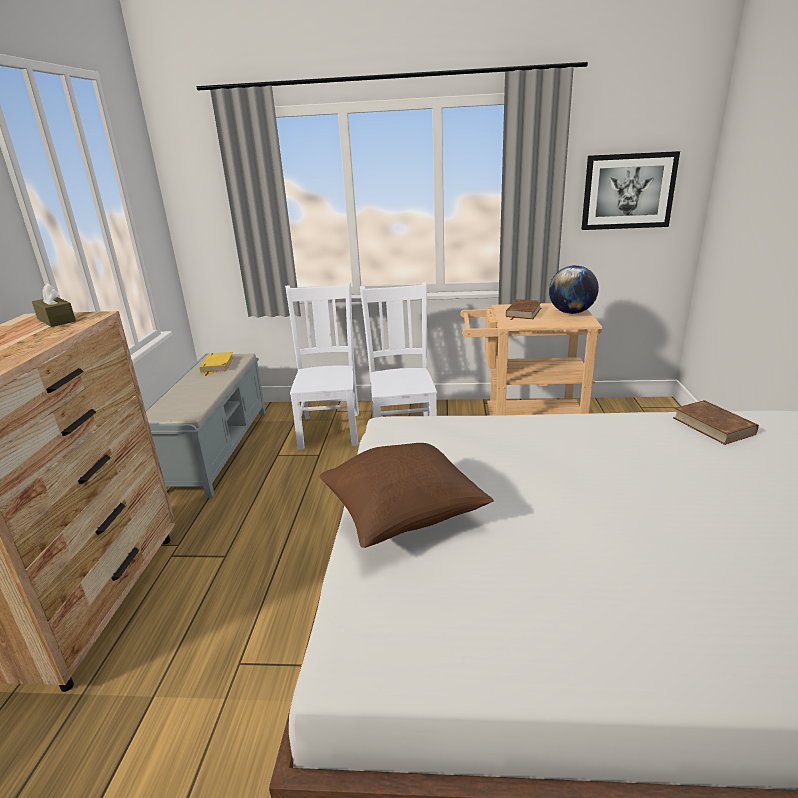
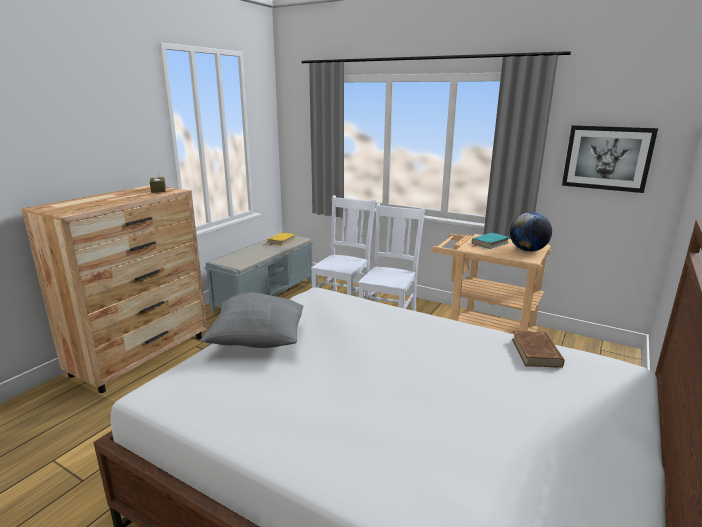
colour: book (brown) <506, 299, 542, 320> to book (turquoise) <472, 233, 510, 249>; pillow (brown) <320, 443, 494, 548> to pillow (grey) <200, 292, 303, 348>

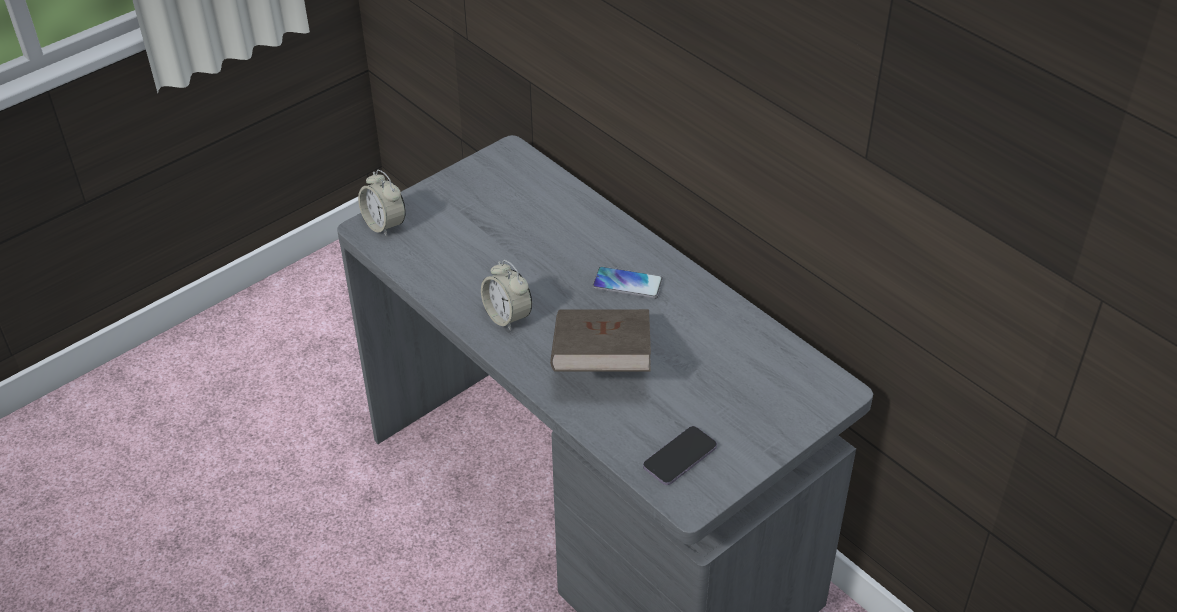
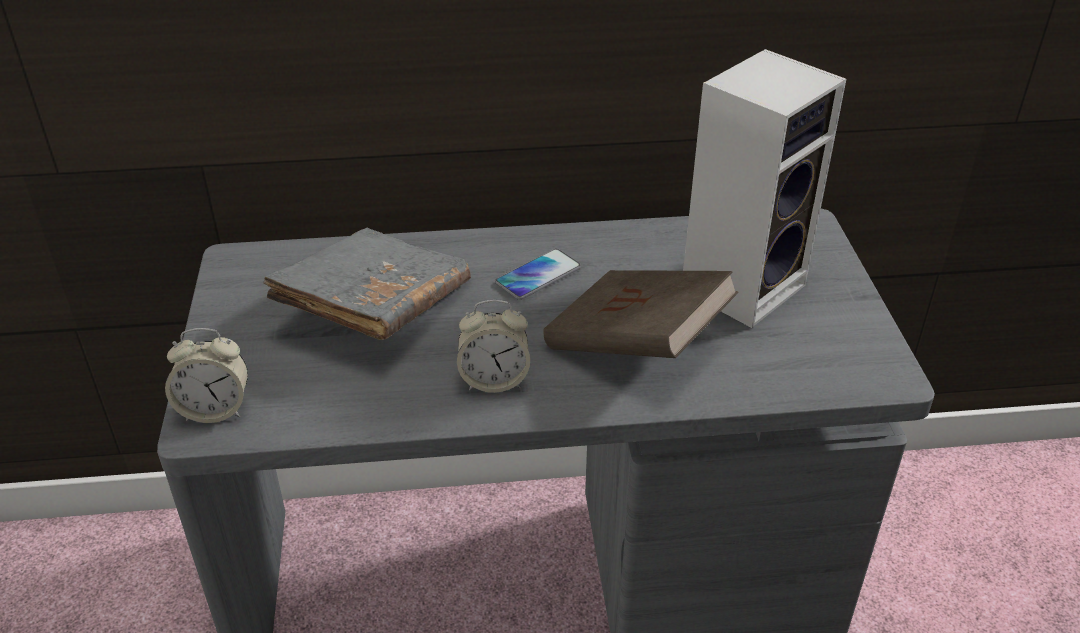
missing: phone <643, 426, 717, 485>
appeared: speaker <683, 49, 846, 328>; book (grey) <263, 228, 471, 340>

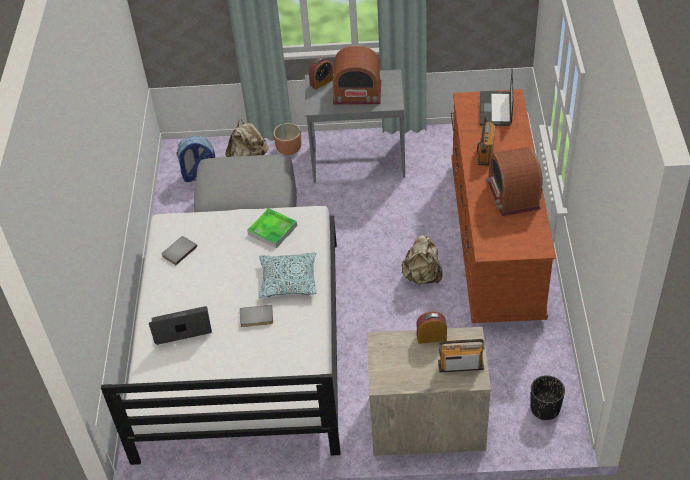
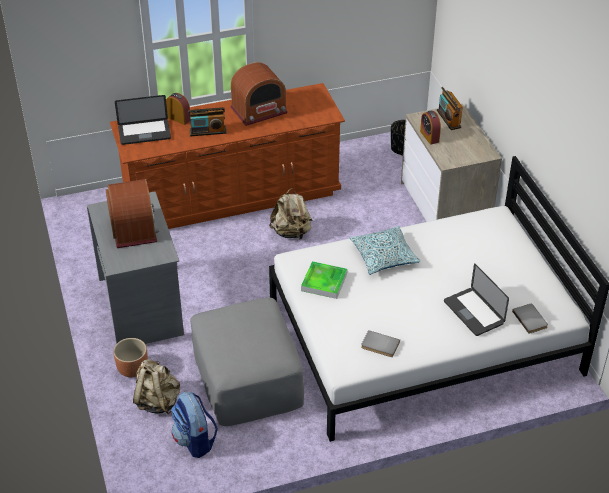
relocated: alarm clock <309, 57, 333, 90> to <166, 93, 190, 125>; book (grey) <240, 305, 273, 327> to <512, 304, 548, 334>

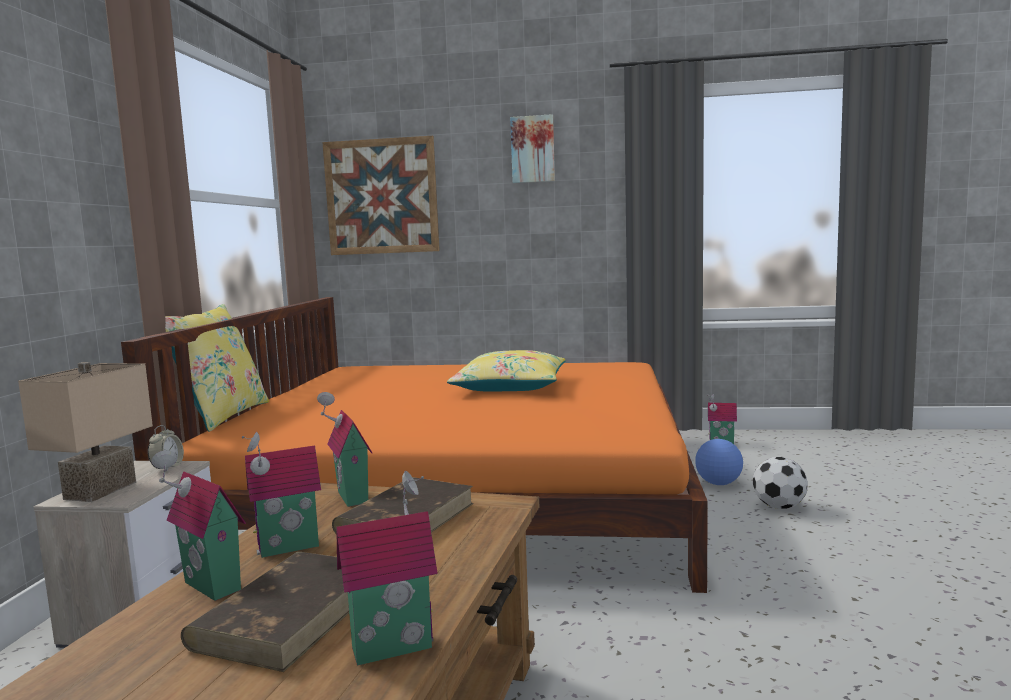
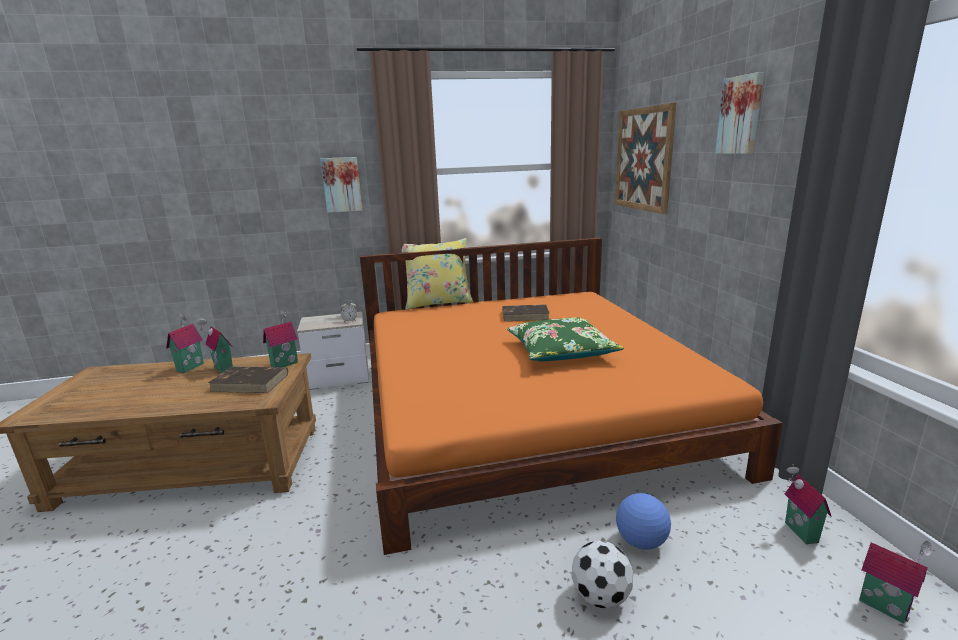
missing: table lamp (beige) <18, 362, 153, 502>
appeared: picture <320, 157, 362, 213>
relocated: toy house <336, 471, 438, 666> to <859, 541, 935, 624>; book (brown) <181, 552, 349, 672> to <503, 305, 550, 321>
colour: pillow (yellow) <447, 350, 566, 392> to pillow (green) <507, 318, 624, 361>

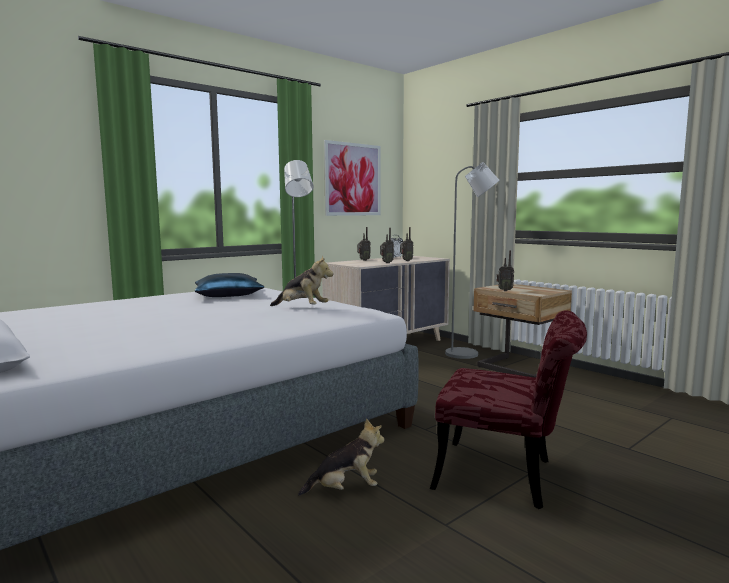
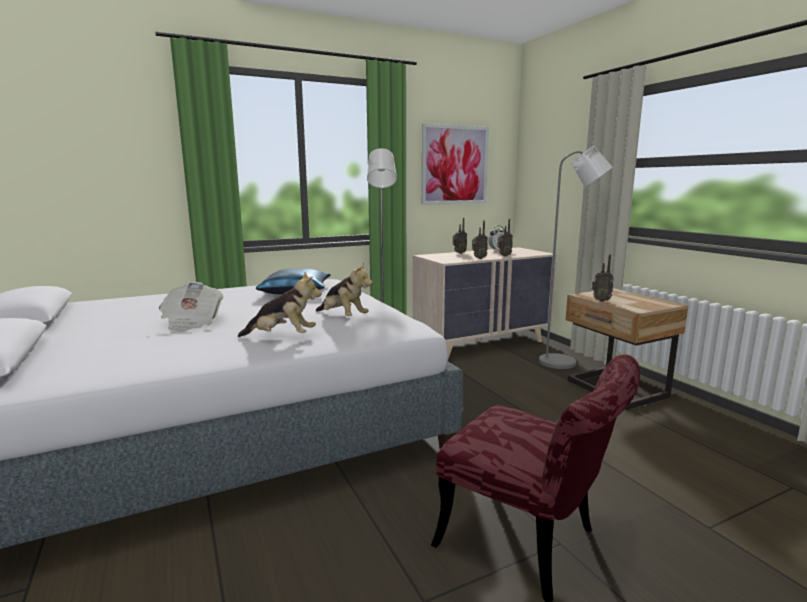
appeared: newspaper <159, 282, 223, 332>
relocated: plush toy <298, 418, 384, 496> to <238, 272, 322, 337>

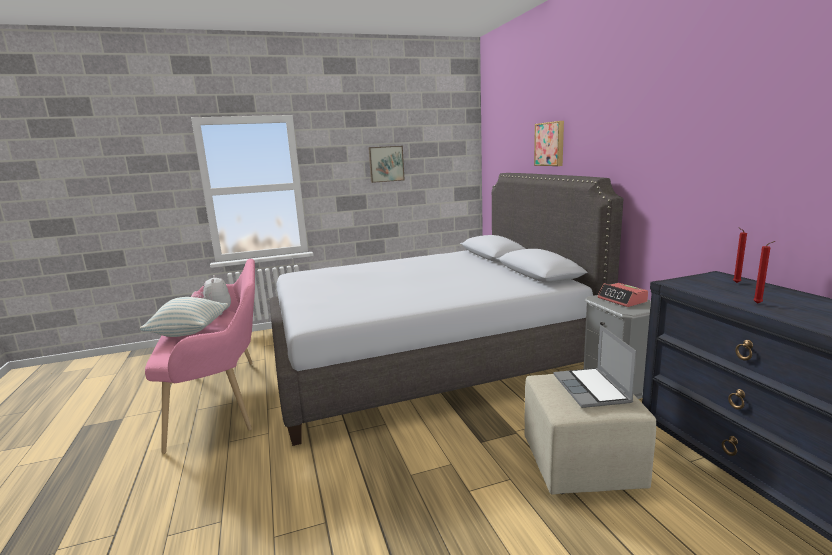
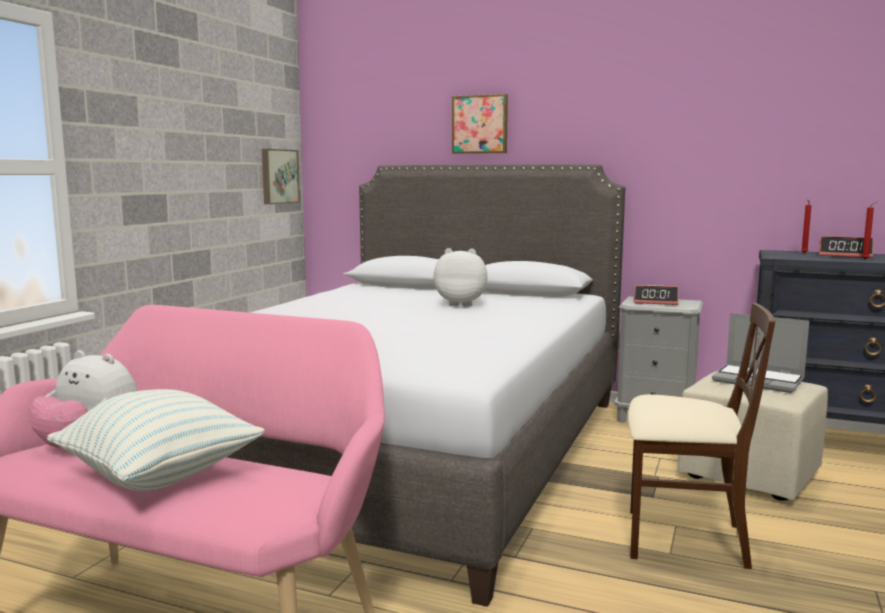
appeared: alarm clock <819, 236, 874, 258>; plush toy <434, 248, 487, 307>; chair (beige) <628, 303, 775, 569>
relocated: picture <368, 146, 405, 183> to <262, 149, 300, 204>

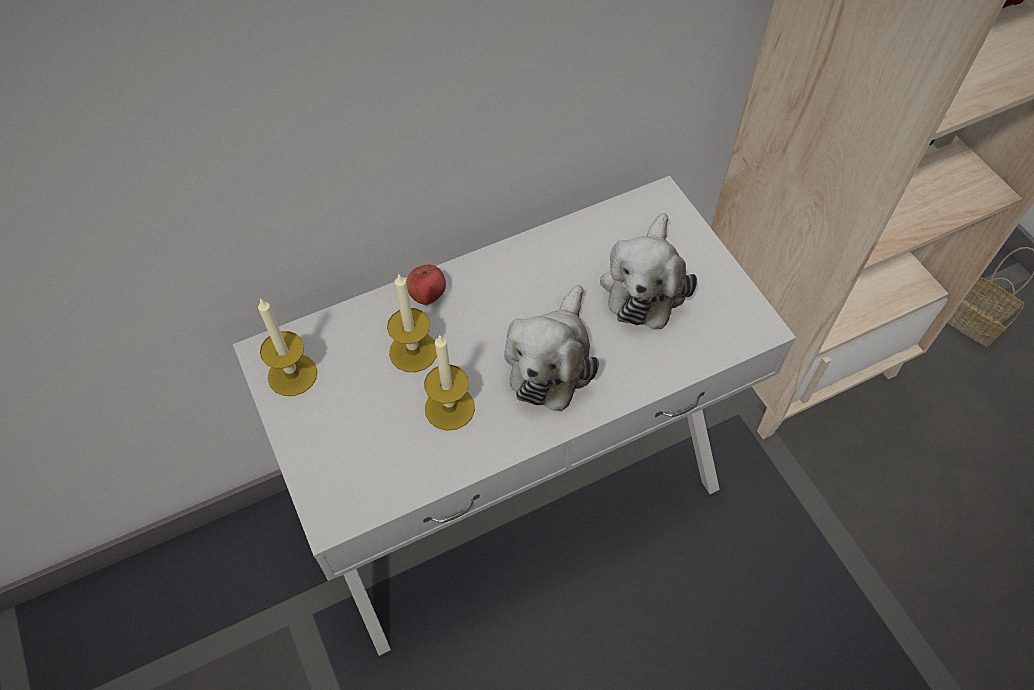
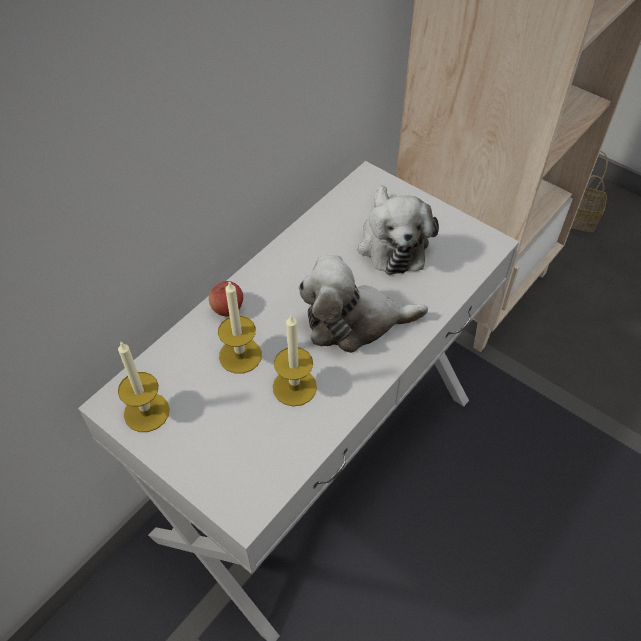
spun: plush toy <504, 285, 599, 412> = <298, 255, 428, 353> 90 degrees clockwise

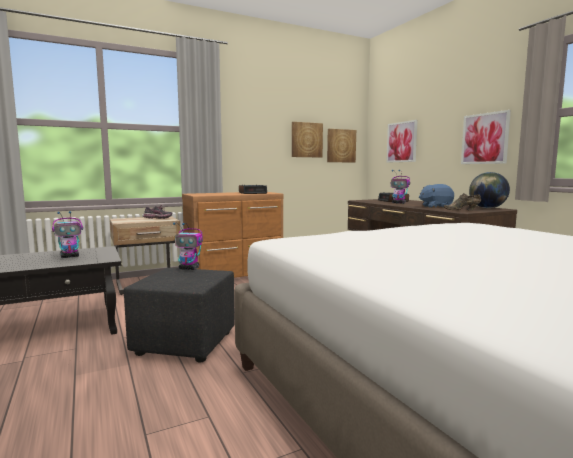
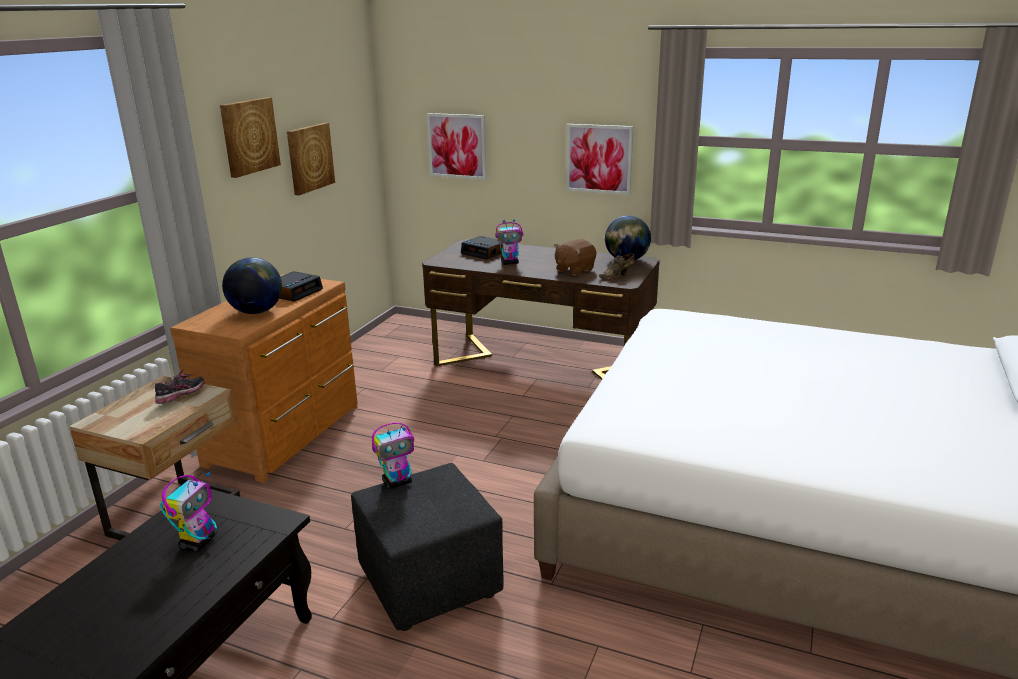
appeared: globe <222, 257, 282, 314>
relocated: picture <327, 129, 356, 162> to <220, 97, 281, 178>
colour: plush toy (blue) <419, 184, 454, 208> to plush toy (brown) <554, 239, 596, 276>

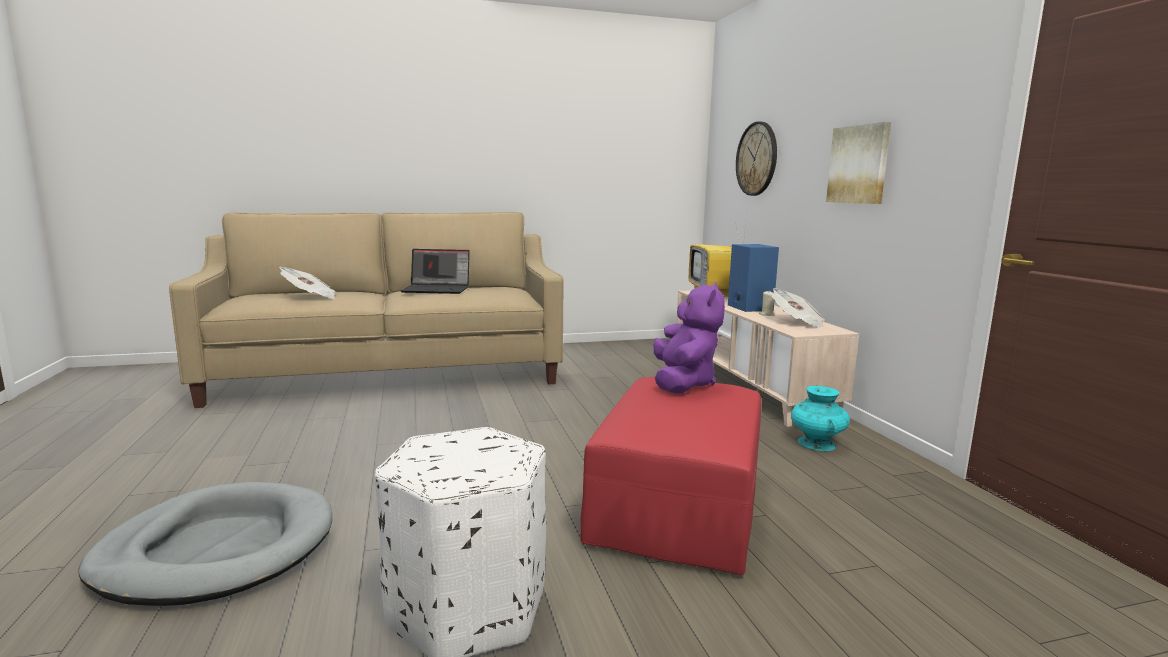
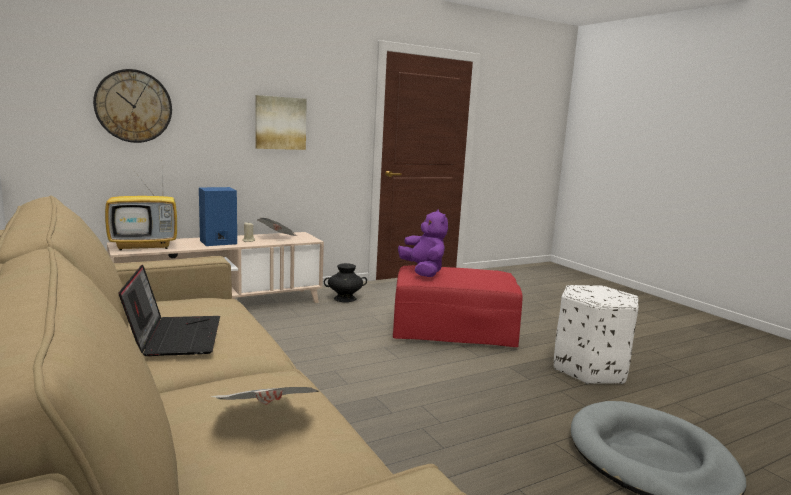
colour: vase (turquoise) <791, 386, 850, 451> to vase (black) <324, 263, 367, 302>
spun: plush toy (purple) <653, 282, 725, 393> = <398, 210, 448, 277> 75 degrees clockwise

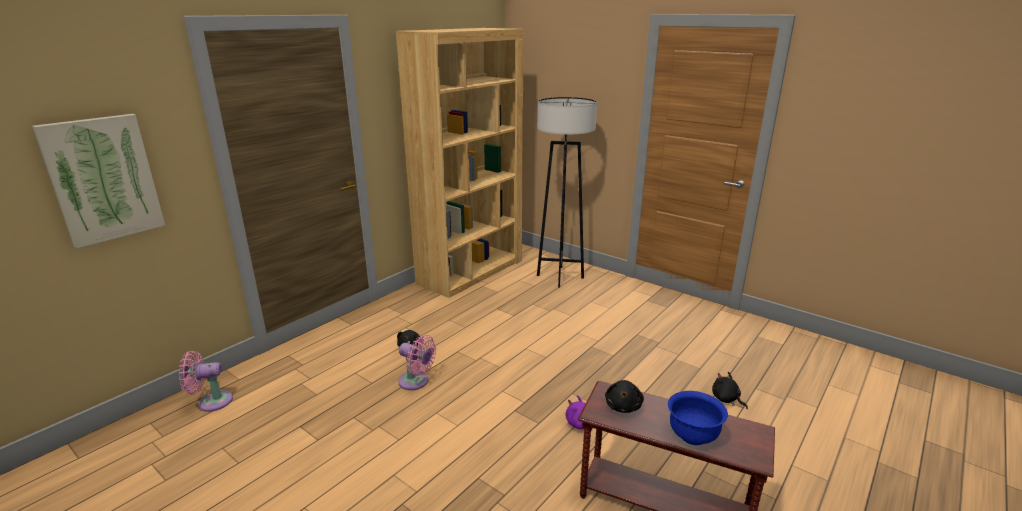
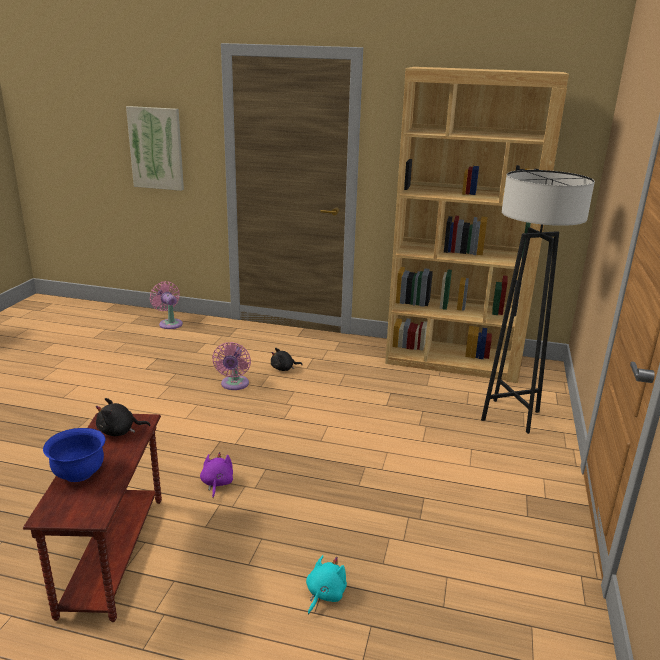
colour: plush toy (black) <712, 372, 748, 409> to plush toy (turquoise) <306, 555, 347, 615>

